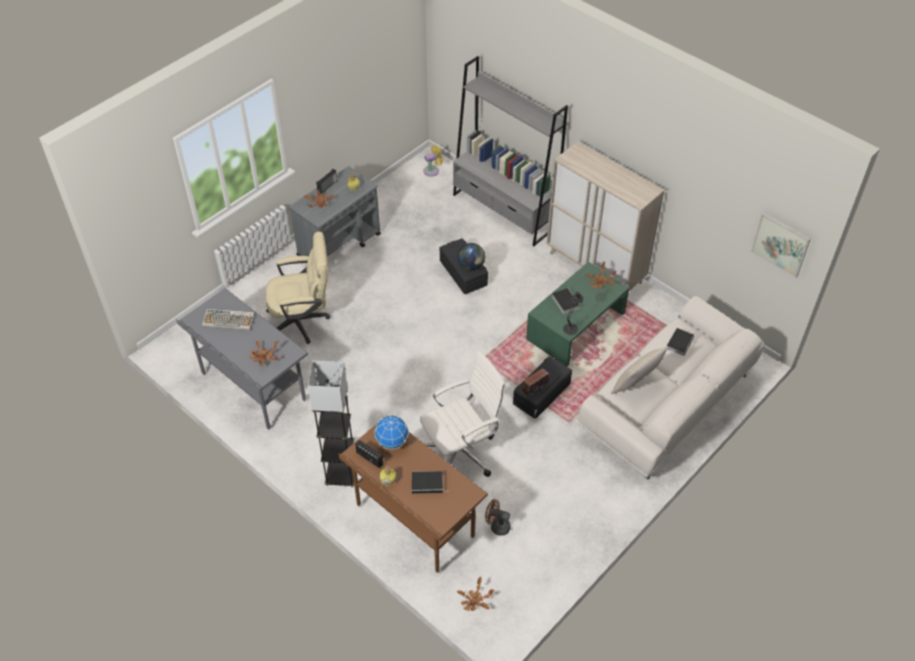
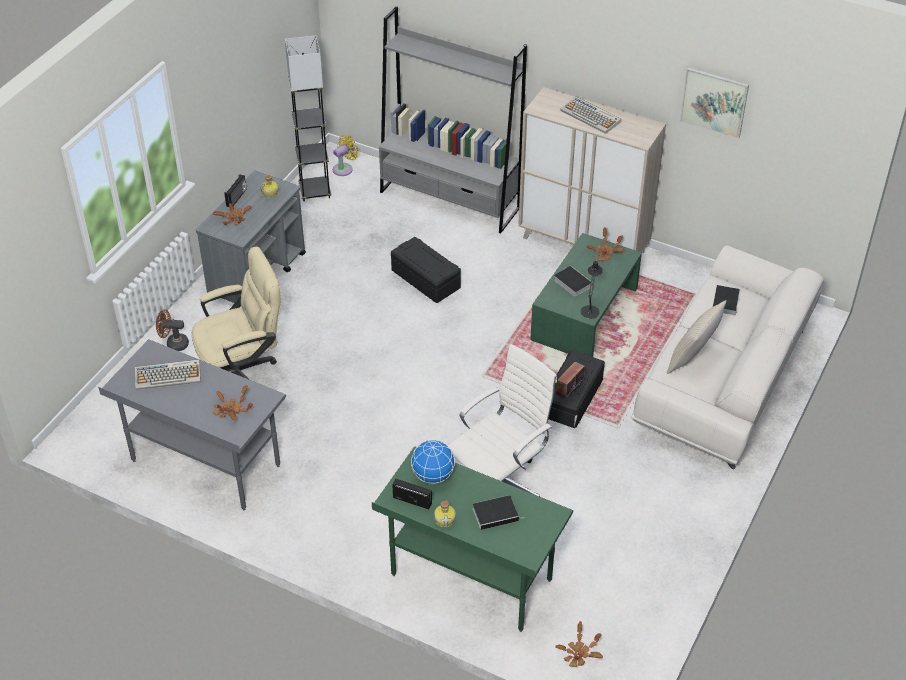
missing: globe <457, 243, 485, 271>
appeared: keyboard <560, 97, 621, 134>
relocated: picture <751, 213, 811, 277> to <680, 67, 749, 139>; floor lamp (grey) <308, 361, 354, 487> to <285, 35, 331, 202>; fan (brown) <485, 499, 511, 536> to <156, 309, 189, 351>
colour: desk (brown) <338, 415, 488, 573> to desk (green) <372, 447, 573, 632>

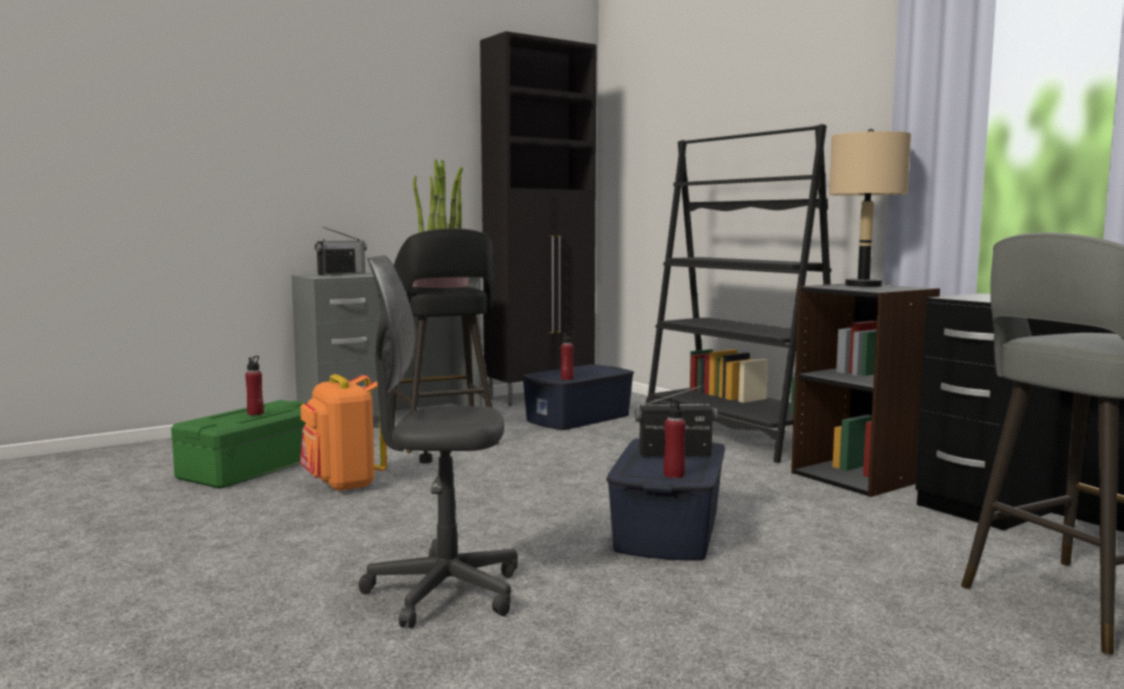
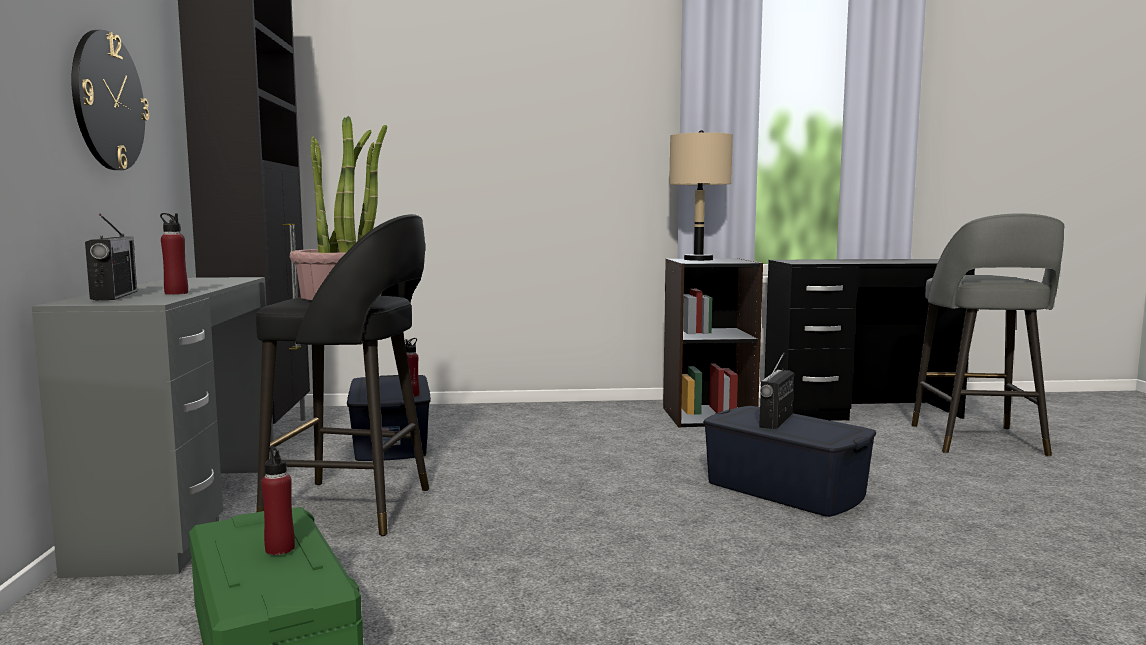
missing: bookcase (black) <646, 124, 831, 463>; office chair (grey) <358, 255, 518, 629>; backpack (orange) <300, 374, 387, 492>
appeared: wall clock <71, 30, 149, 170>
relocated: bottle (red) <664, 398, 686, 478> to <160, 213, 188, 295>

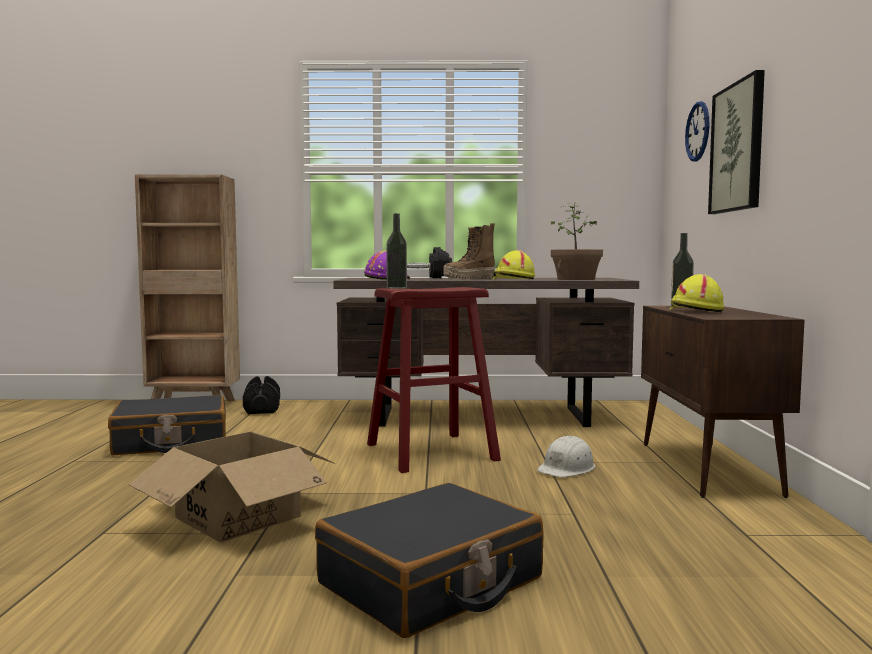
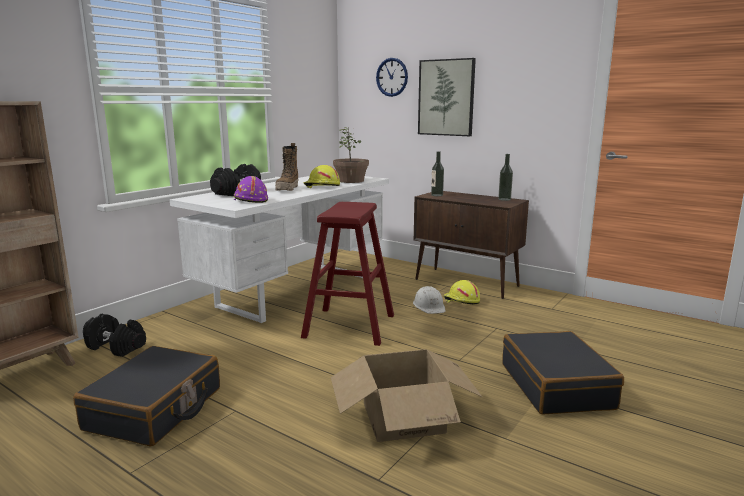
relocated: bottle <386, 213, 407, 289> to <498, 154, 513, 201>; hard hat (yellow) <669, 274, 724, 312> to <443, 280, 480, 304>
colour: desk (brown) <333, 278, 639, 427> to desk (white) <170, 176, 389, 323>

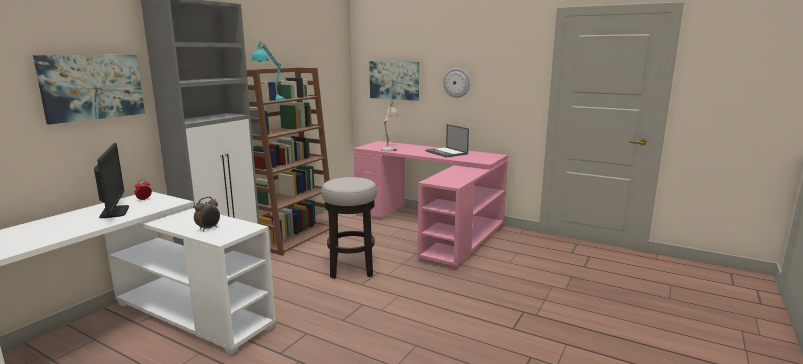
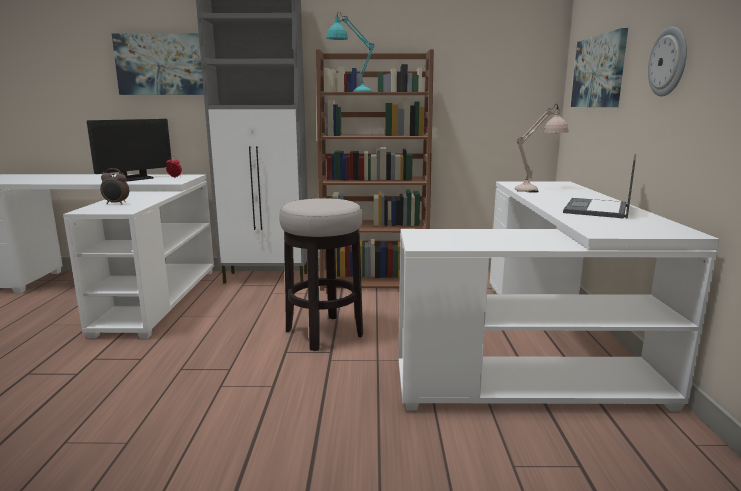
colour: desk (pink) <354, 141, 508, 270> to desk (white) <398, 182, 720, 411>

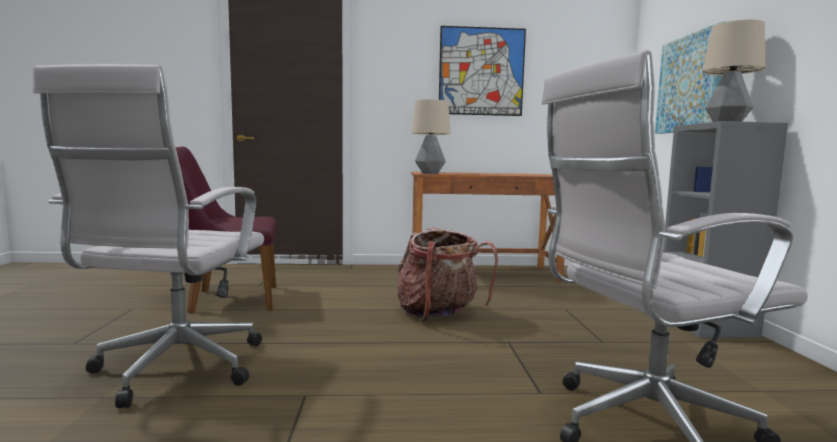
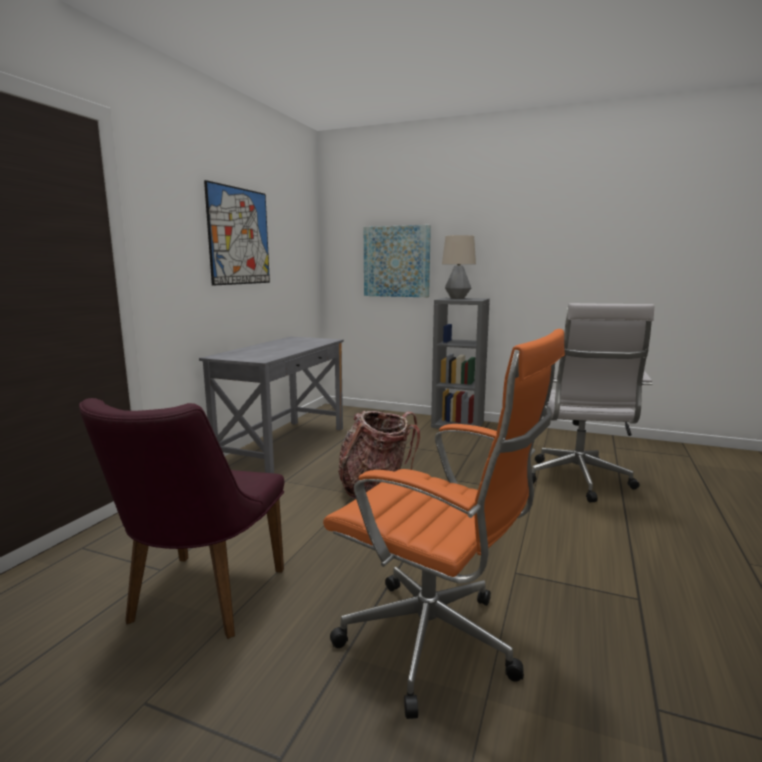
missing: table lamp <411, 99, 451, 174>
colour: office chair (white) <33, 64, 264, 408> to office chair (orange) <323, 329, 565, 719>; desk (brown) <411, 172, 565, 282> to desk (grey) <199, 336, 344, 473>

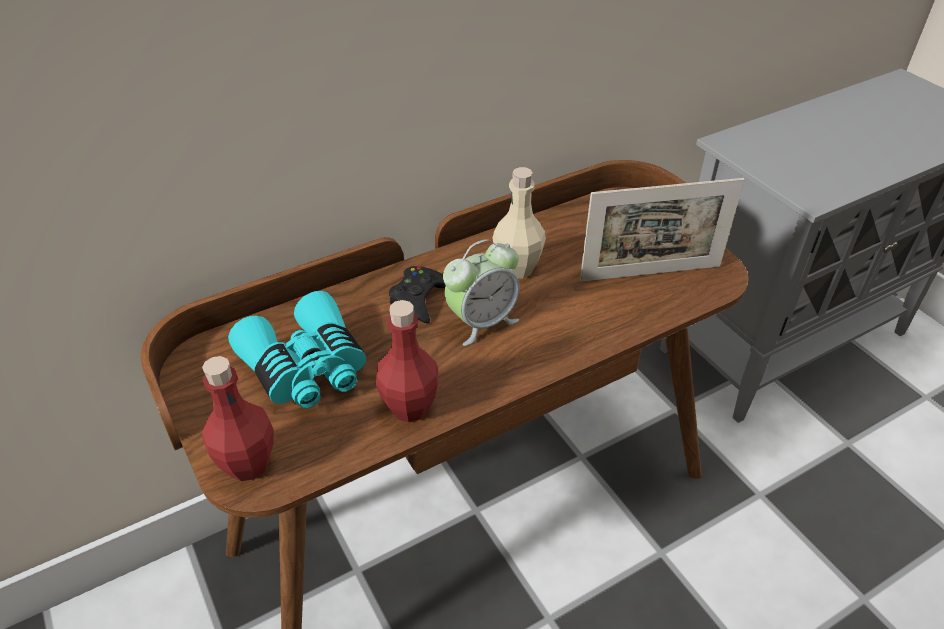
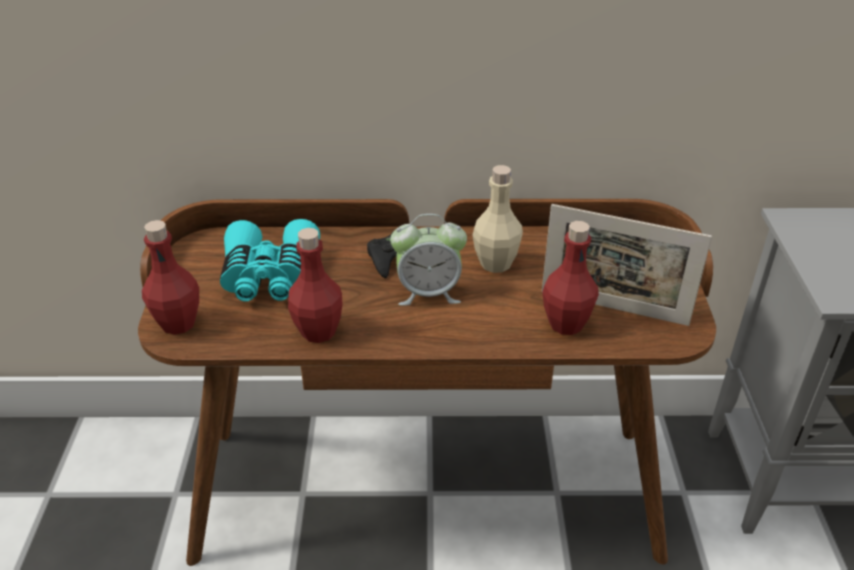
appeared: bottle (red) <542, 221, 599, 335>

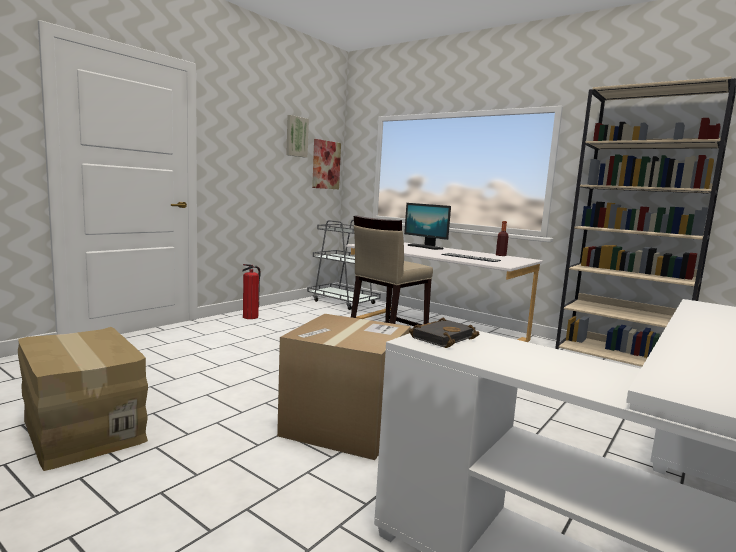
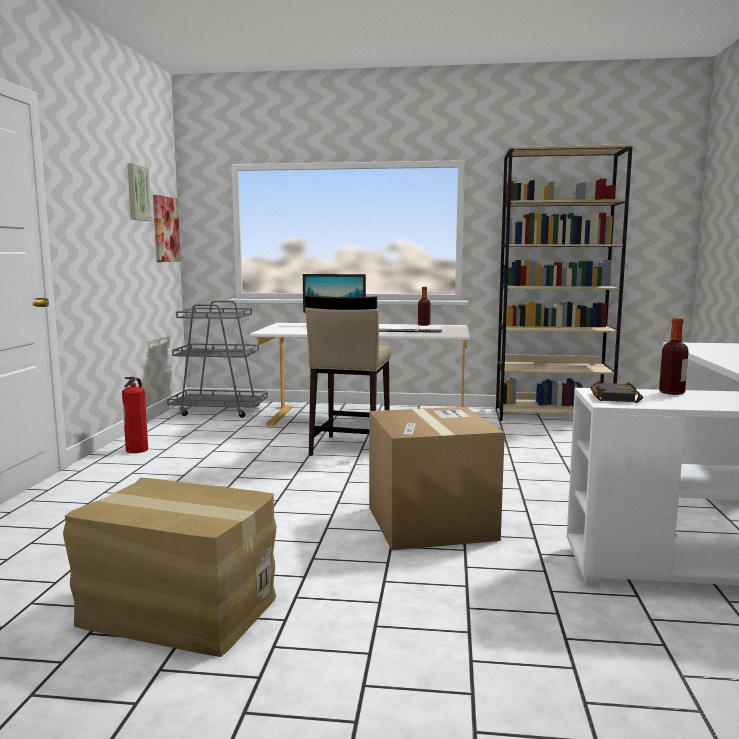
appeared: bottle <659, 318, 689, 395>

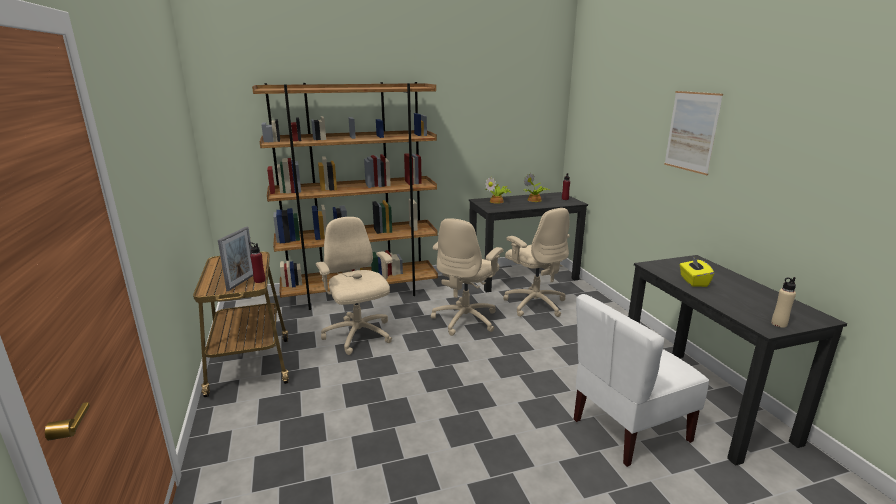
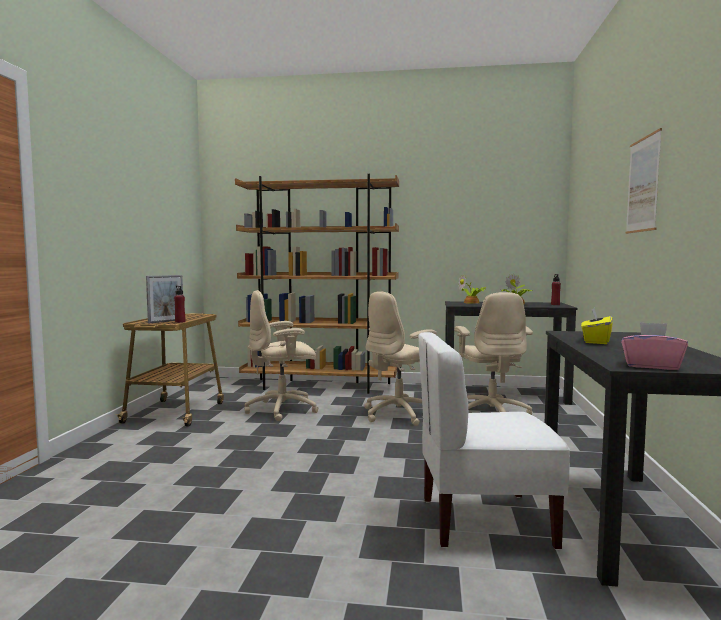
exchanged: bottle (beige) <771, 277, 796, 327> to tissue box (pink) <621, 322, 688, 370>
spun: office chair (beige) <316, 217, 393, 355> = <245, 290, 319, 421> 105 degrees counterclockwise

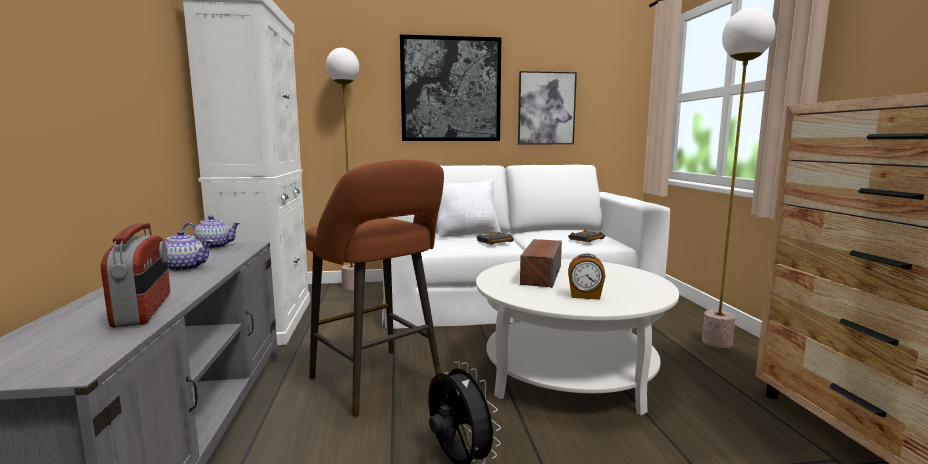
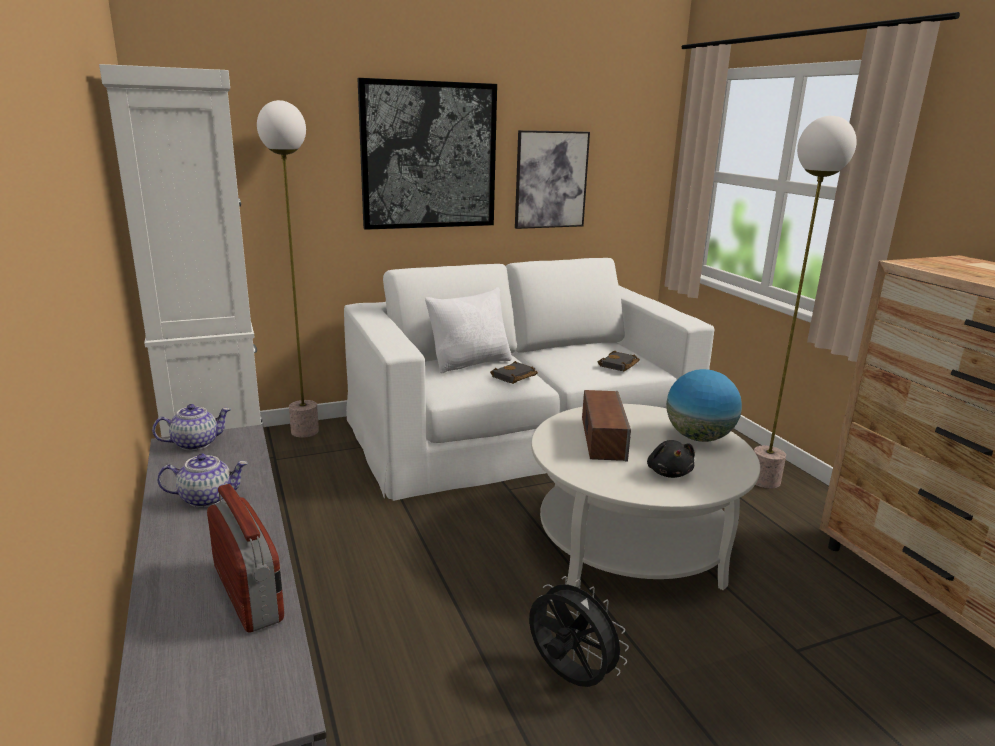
missing: stool (brown) <306, 159, 444, 417>
appeared: globe <666, 369, 742, 442>
exchanged: alarm clock <568, 253, 606, 300> to plush toy (black) <647, 440, 695, 478>

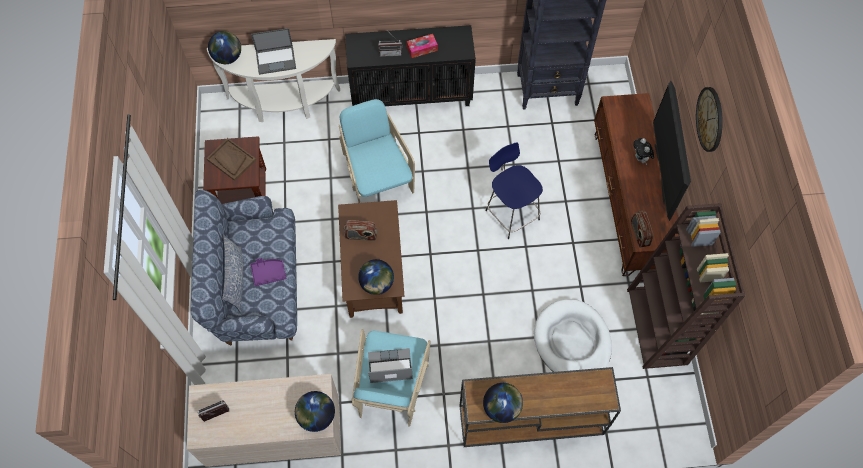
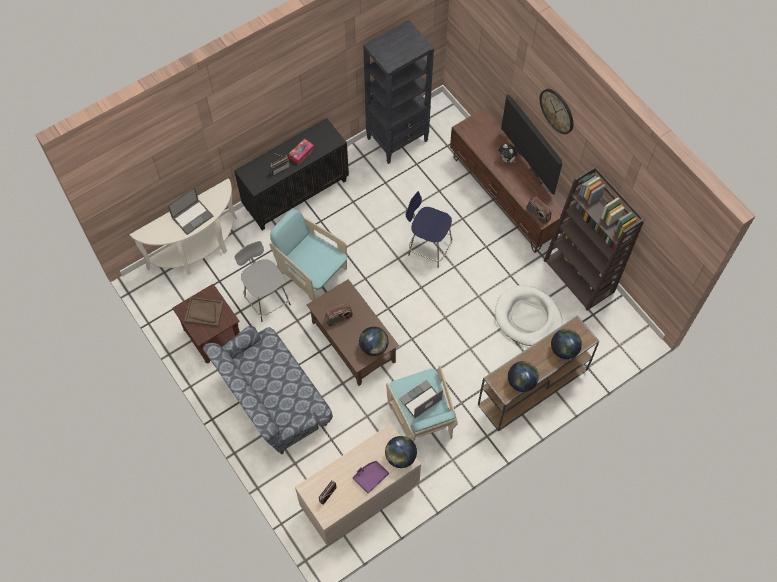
missing: pillow <222, 234, 243, 312>
appeared: stool (grey) <235, 241, 291, 322>
relocated: globe <208, 31, 241, 64> to <551, 329, 582, 359>; tray (purple) <250, 258, 286, 286> to <353, 461, 389, 494>

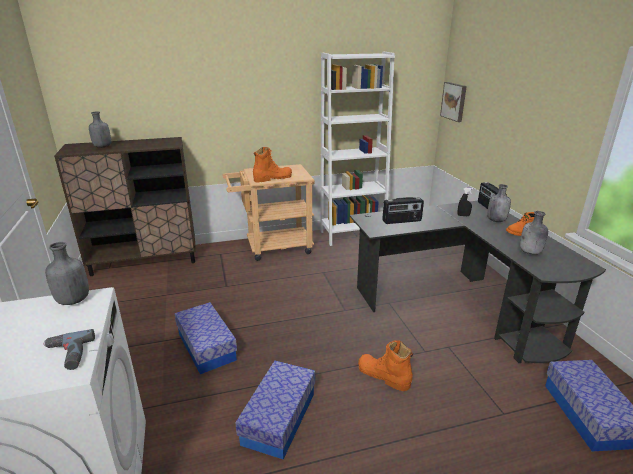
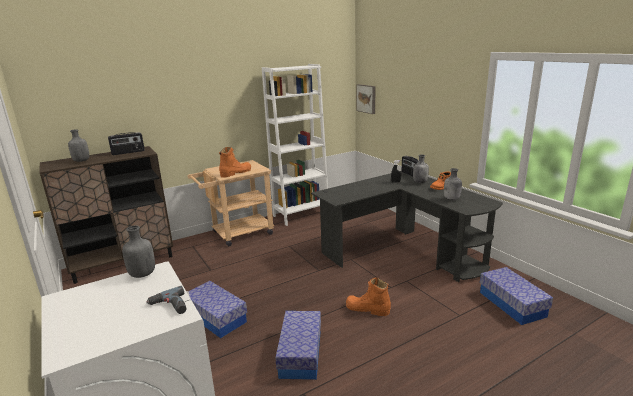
relocated: radio <382, 197, 424, 224> to <108, 132, 145, 155>

